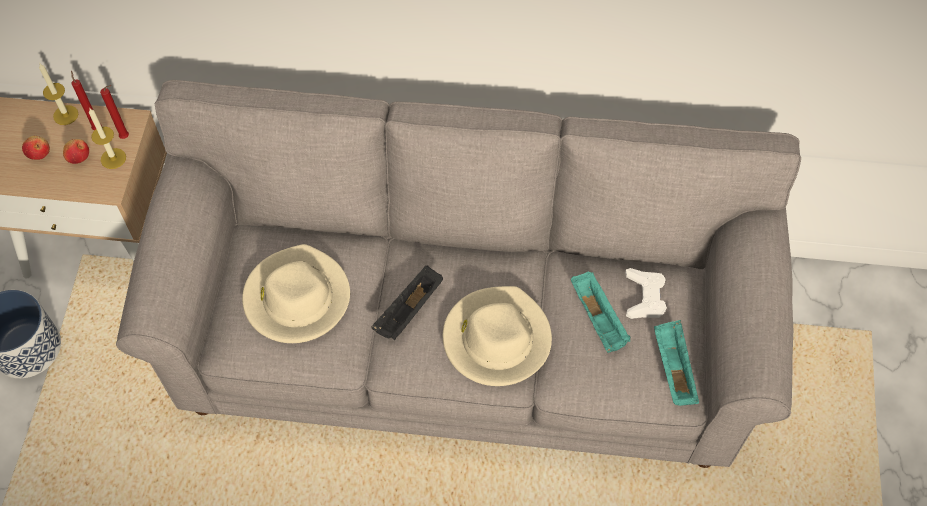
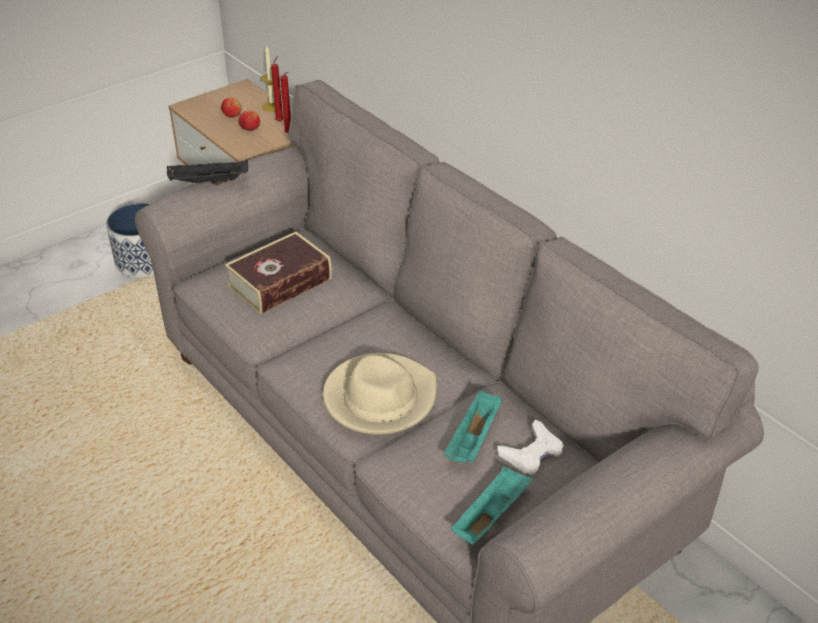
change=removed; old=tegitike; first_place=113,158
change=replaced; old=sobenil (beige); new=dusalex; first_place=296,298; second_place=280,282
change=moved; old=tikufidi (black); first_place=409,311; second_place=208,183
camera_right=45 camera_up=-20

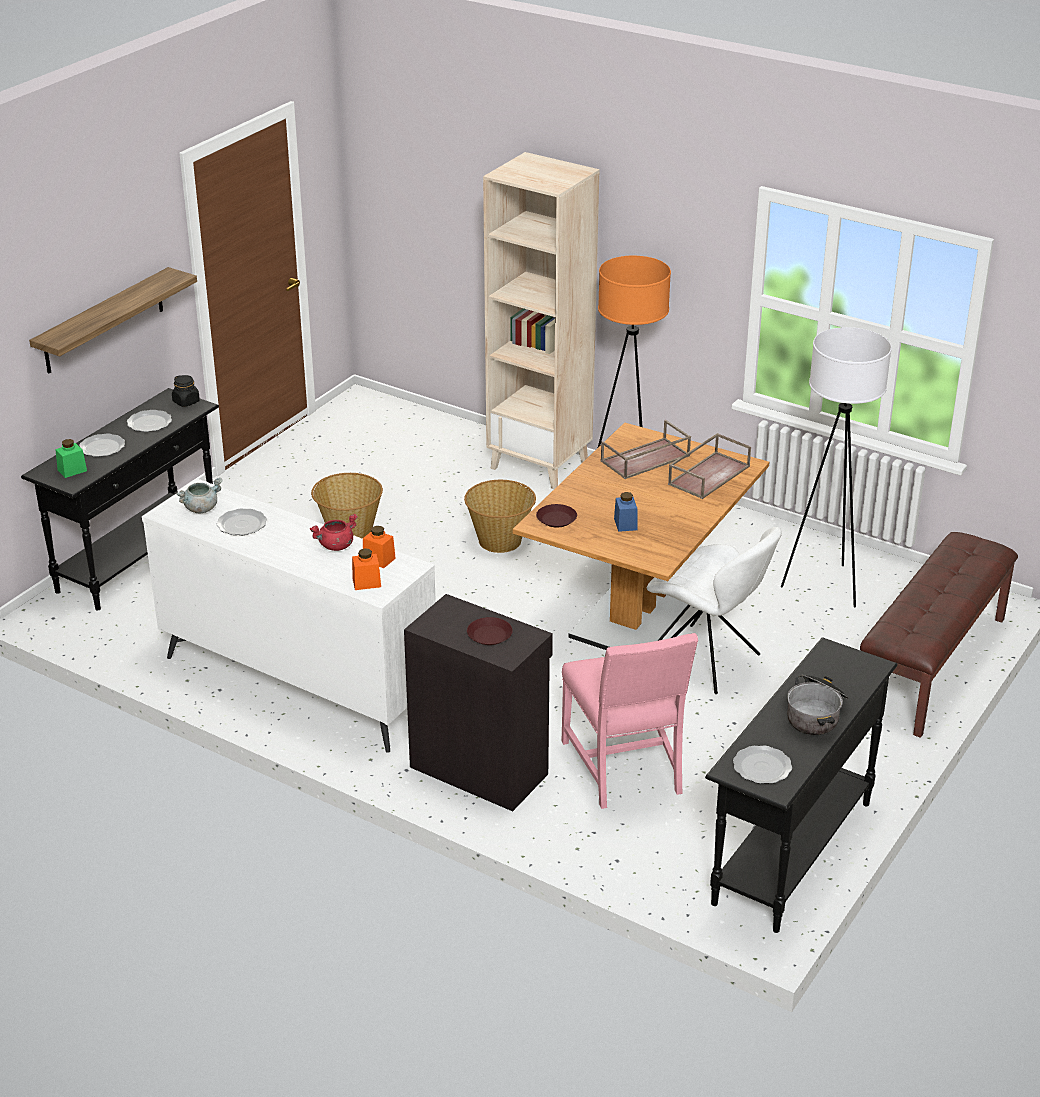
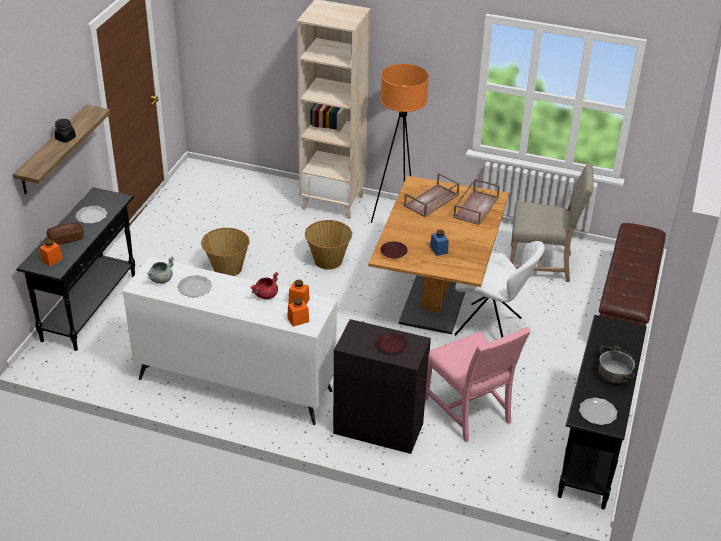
change=recoloured; old=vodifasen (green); new=vodifasen (orange); first_place=72,470; second_place=52,260
change=replaced; old=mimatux; new=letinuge; first_place=103,447; second_place=66,239
change=moved; old=vodifasen (black); first_place=186,402; second_place=65,138
change=replaced; old=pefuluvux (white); new=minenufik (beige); first_place=825,586; second_place=542,264
camera_right=-15 camera_up=5

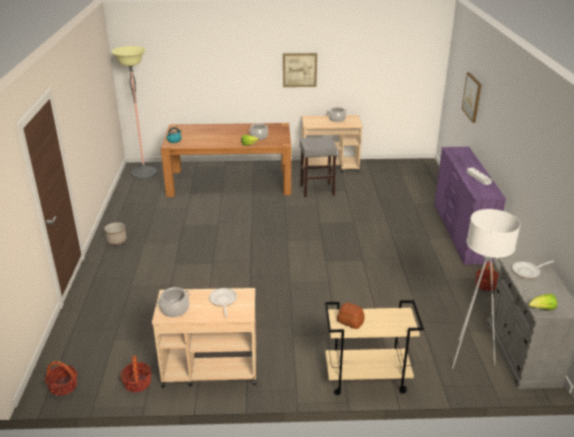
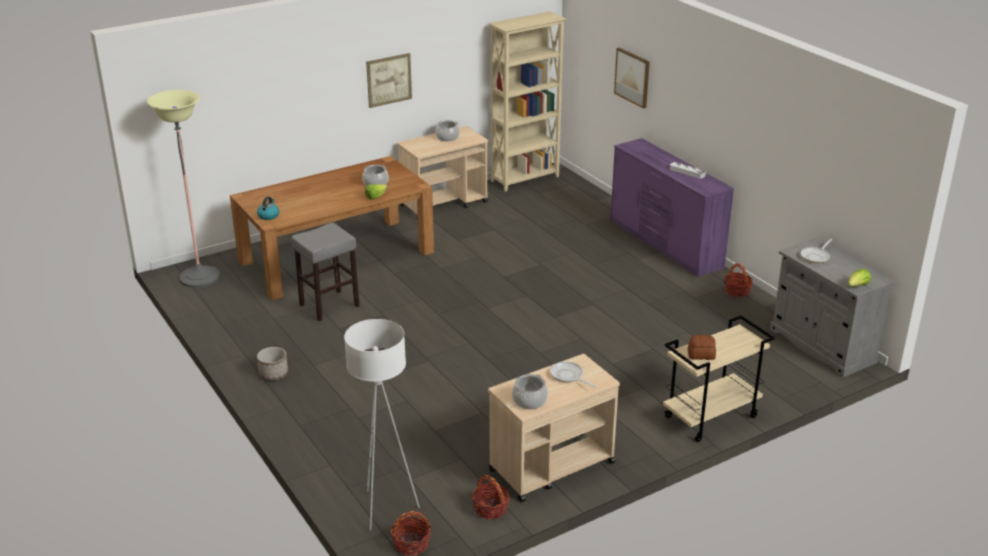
change=moved; old=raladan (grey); first_place=316,190; second_place=328,306
change=moved; old=pefuluvux (white); first_place=468,356; second_place=385,508
change=added; new=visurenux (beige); second_place=526,179
camera_right=-30 camera_up=0

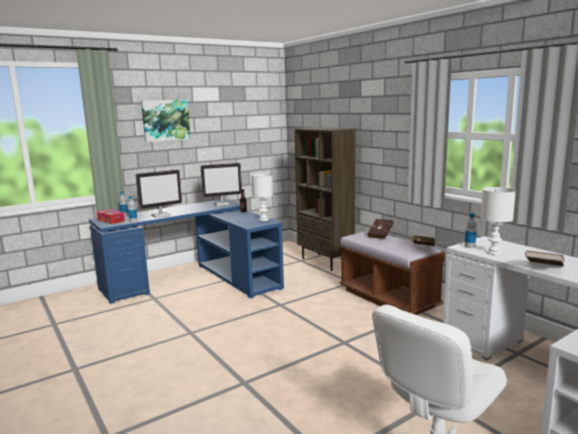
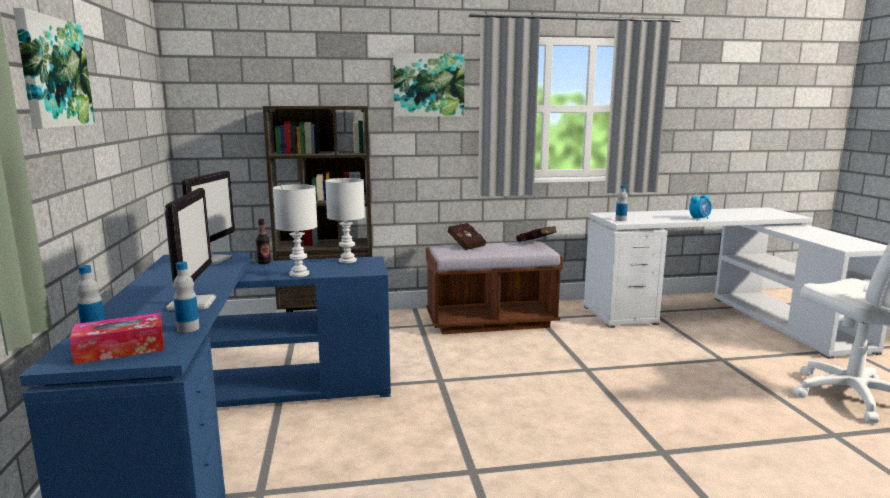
change=moved; old=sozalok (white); first_place=493,252; second_place=298,274
change=replaced; old=dusalex (brown); new=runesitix; first_place=543,269; second_place=699,219
change=added; new=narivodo; second_place=428,85
camera_right=-65 camera_up=0

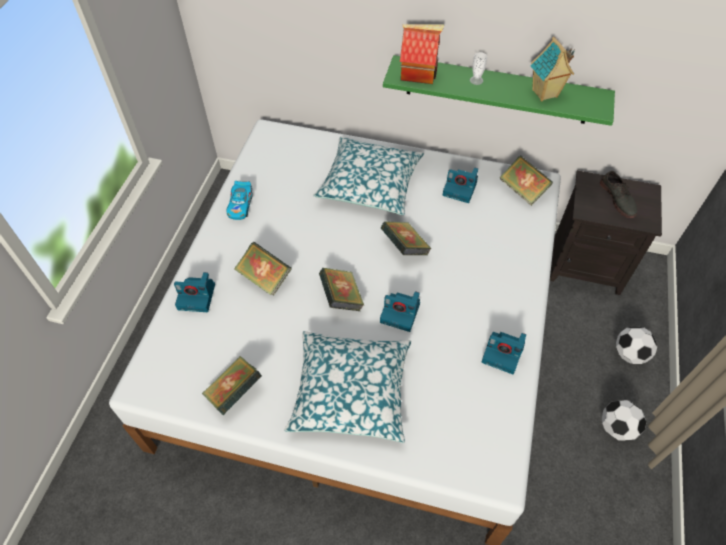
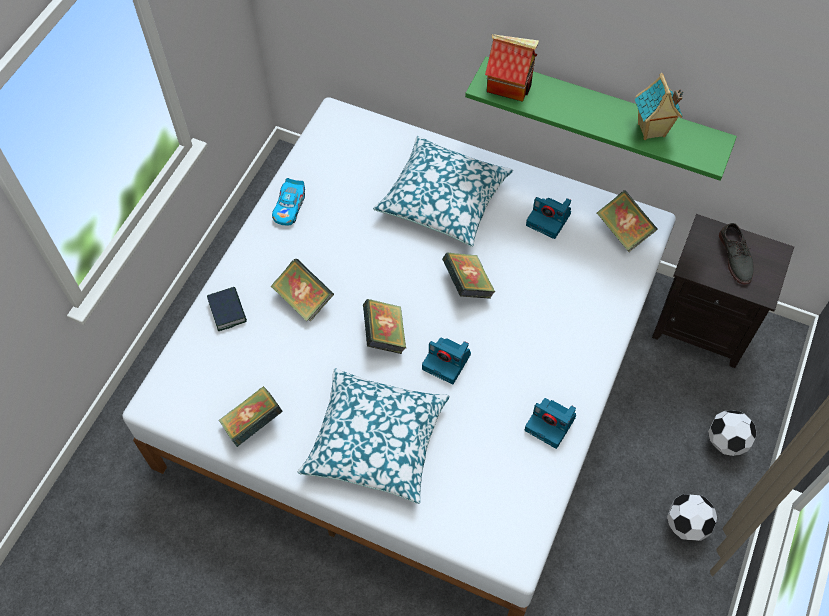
change=replaced; old=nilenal; new=dusalex; first_place=197,296; second_place=227,311
change=removed; old=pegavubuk; first_place=476,80
camera_right=10 camera_up=5

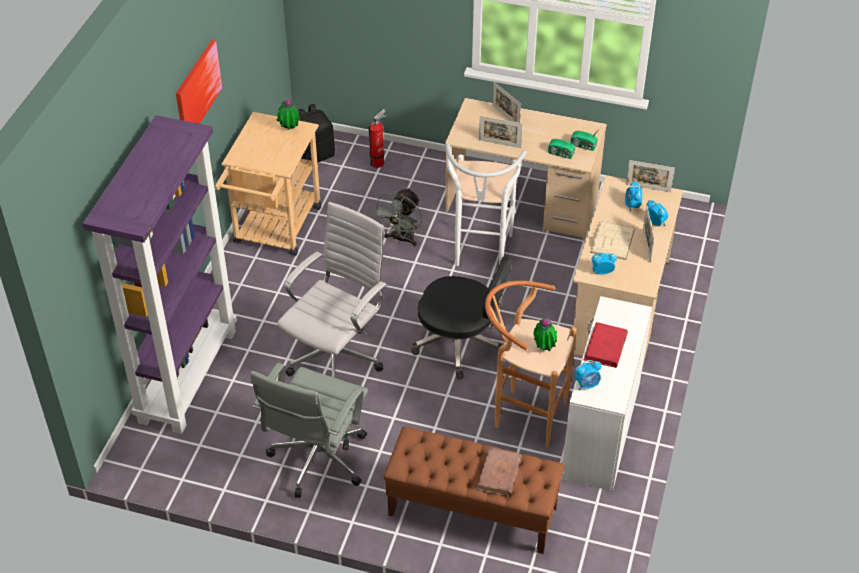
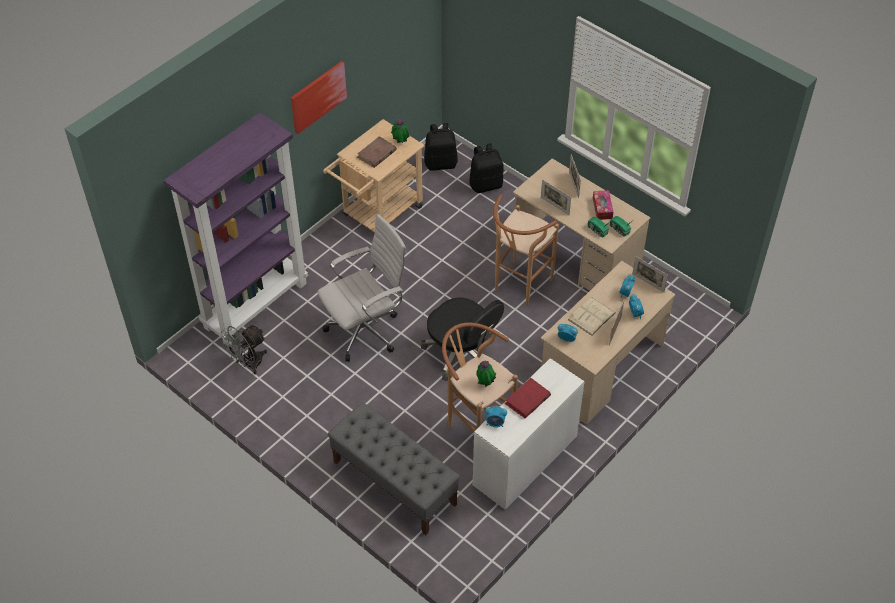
change=removed; old=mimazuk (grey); first_place=316,462
change=replaced; old=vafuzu; new=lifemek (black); first_place=378,162; second_place=486,184
change=moved; old=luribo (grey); first_place=401,239; second_place=248,363
change=recoloured; old=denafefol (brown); new=denafefol (grey); first_place=472,510; second_place=394,483
change=recoloured; old=raladan (white); new=raladan (brown); first_place=481,254; second_place=519,287
change=moved; old=dusalex (brown); first_place=499,474; second_place=376,154
change=added; new=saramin; second_place=602,208
camera_right=25 camera_up=5

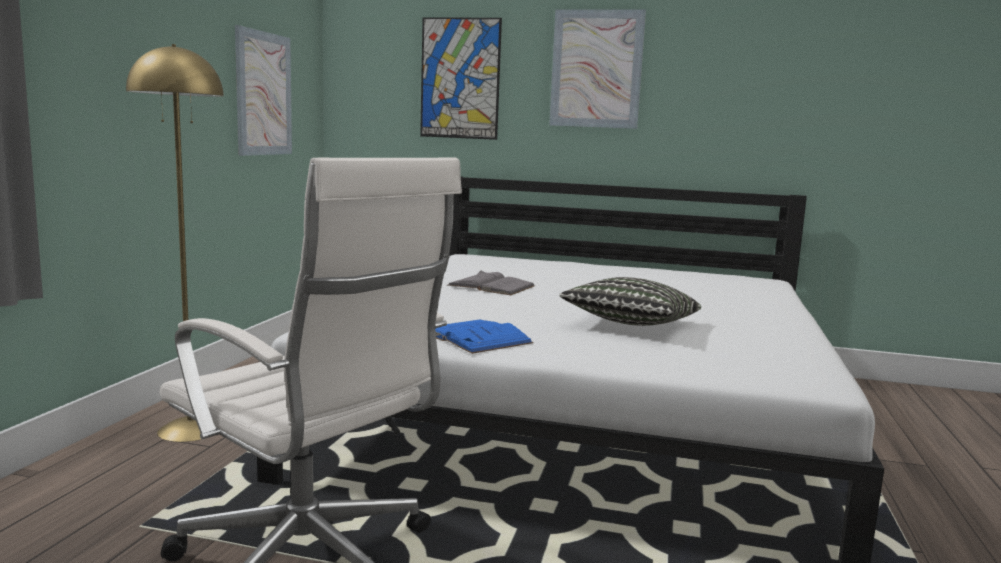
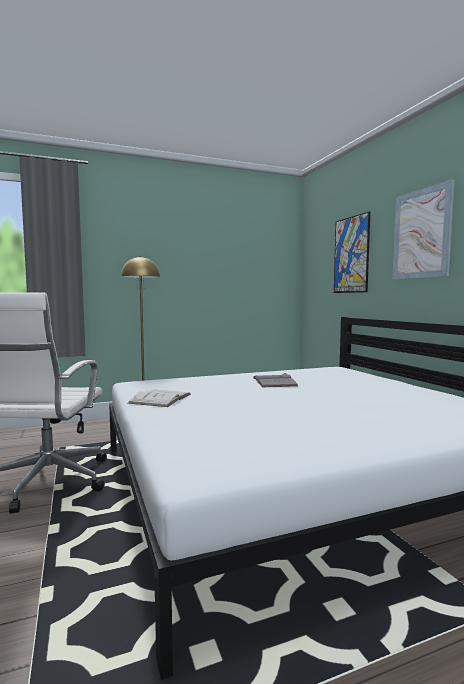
change=removed; old=narivodo; first_place=263,94
change=recoloured; old=dusalex (blue); new=dusalex (white); first_place=475,337; second_place=160,398
change=removed; old=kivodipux; first_place=630,325
camera_right=55 camera_up=-5

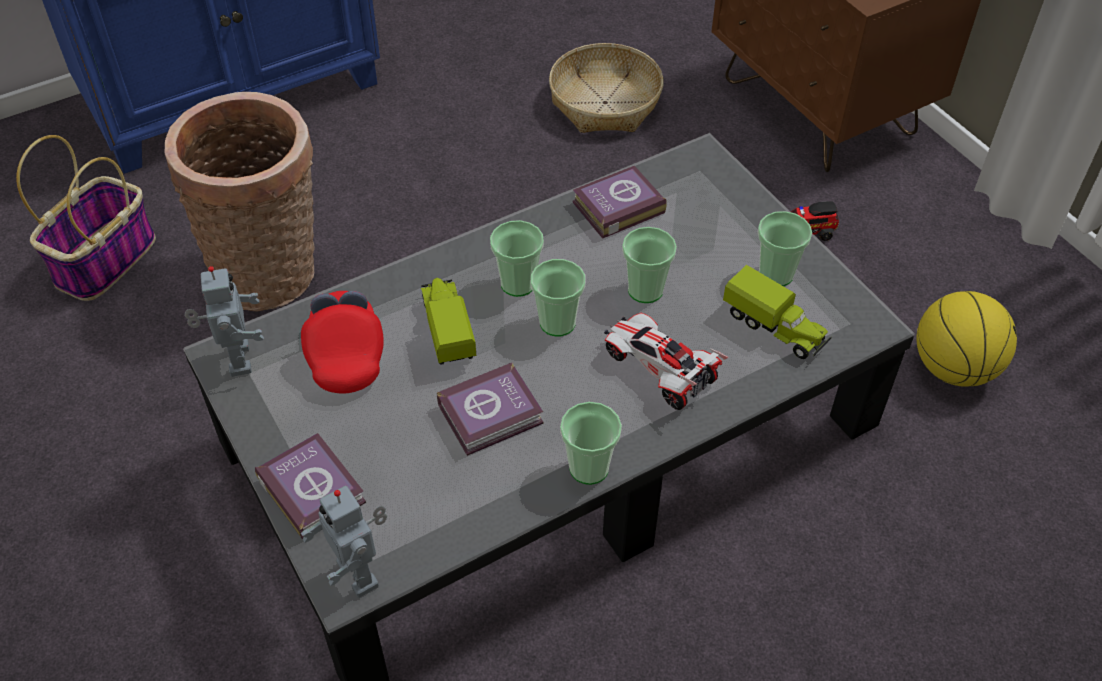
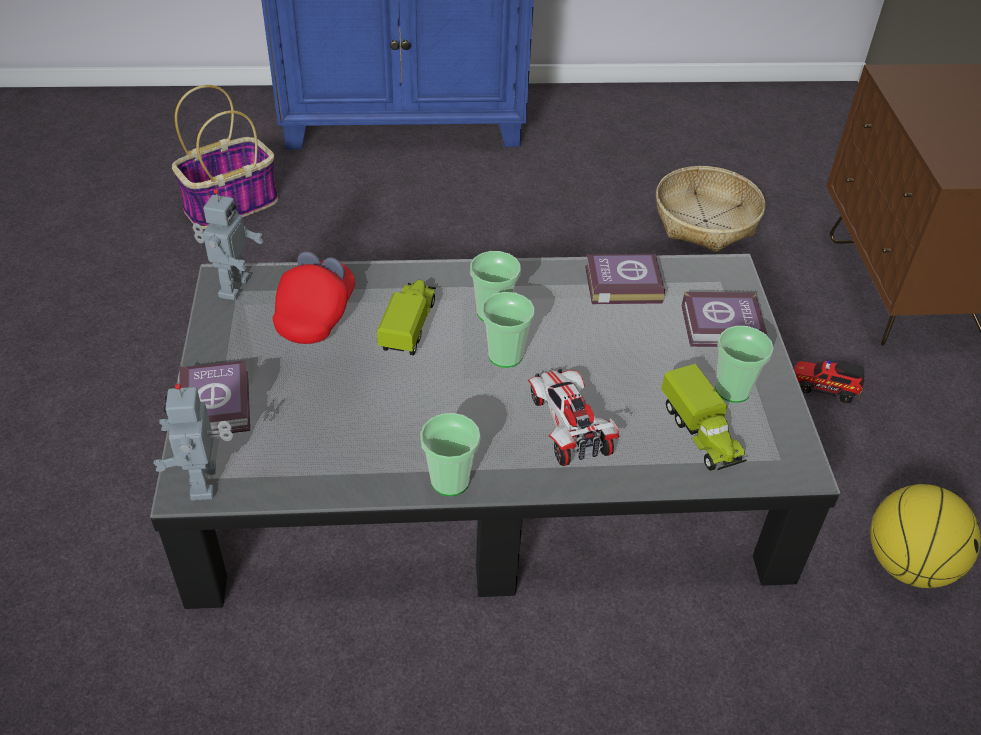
change=removed; old=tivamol; first_place=272,274
change=moved; old=dusalex; first_place=493,414; second_place=724,327
change=removed; old=pegavubuk; first_place=645,290
camera_right=25 camera_up=-5

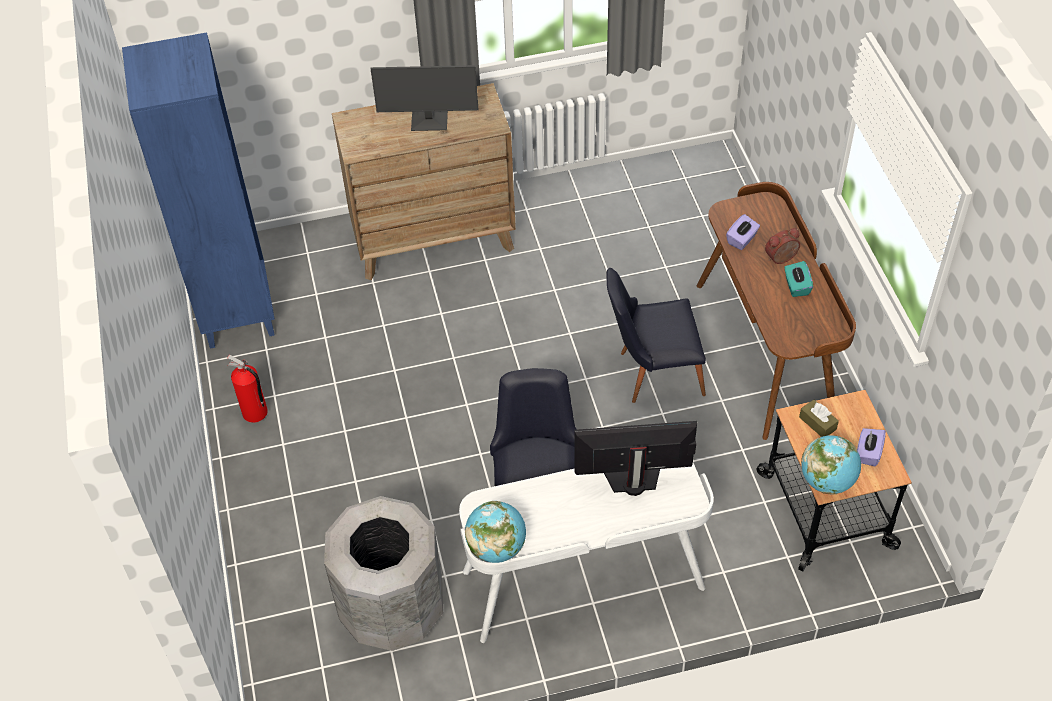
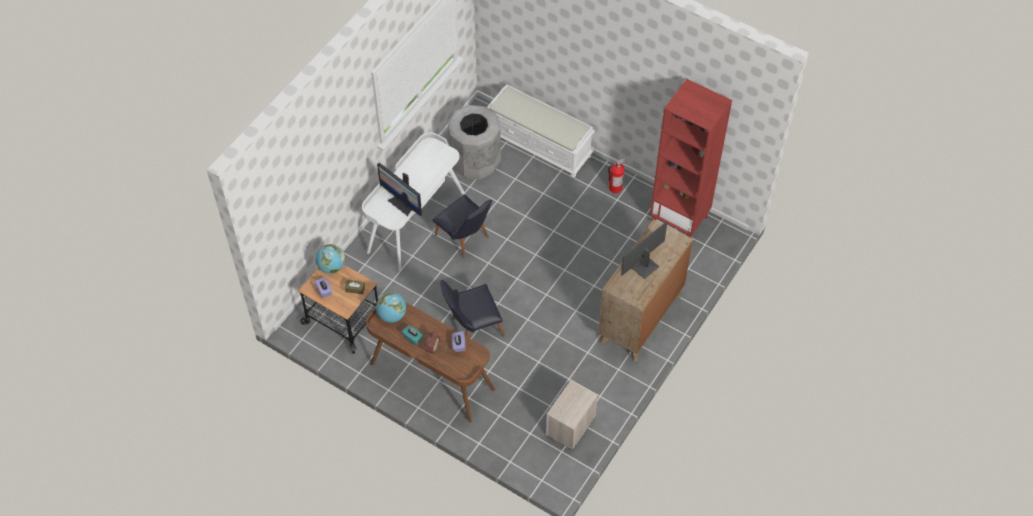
change=recoloured; old=visurenux (blue); new=visurenux (red); first_place=236,312; second_place=680,219
change=moved; old=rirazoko; first_place=496,547; second_place=392,315
change=turned; old=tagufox; first_place=633,482; second_place=402,204; degrees=90
change=turned; old=minenufik (black); first_place=652,373; second_place=472,327; degrees=-150
change=added; new=denafefol (white); second_place=540,145
change=added; new=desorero; second_place=570,426
camera_right=135 camera_up=5

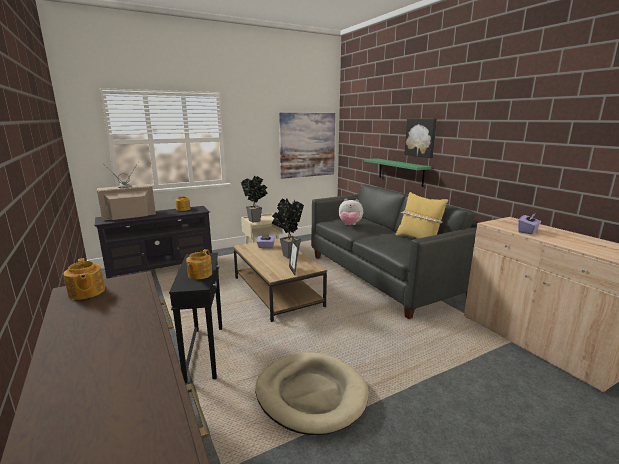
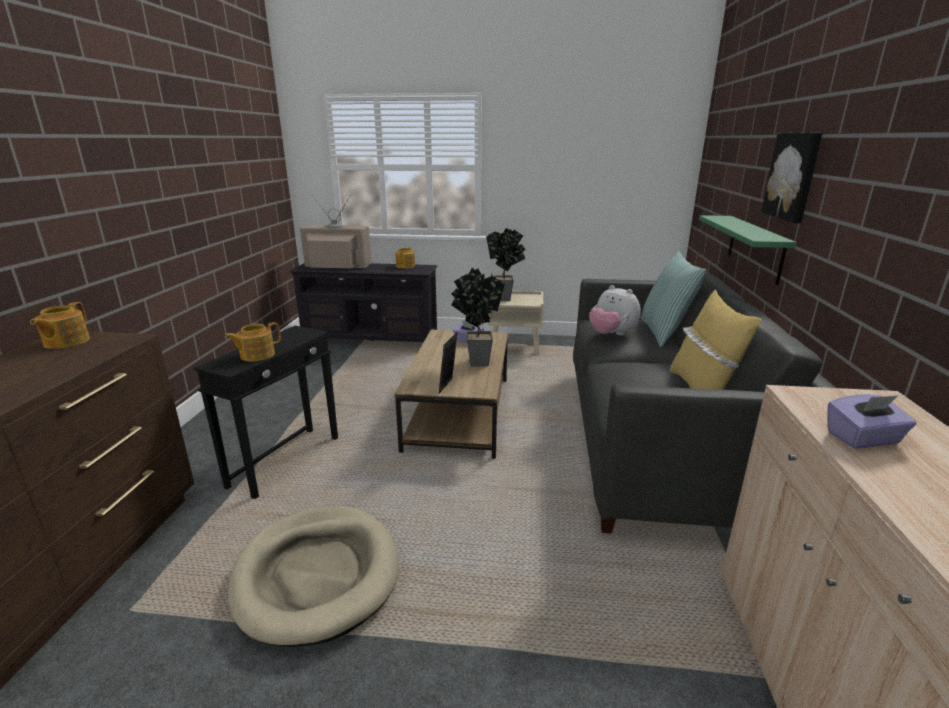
change=removed; old=narivodo; first_place=307,145
change=added; new=kivodipux; second_place=664,333
camera_right=35 camera_up=5

